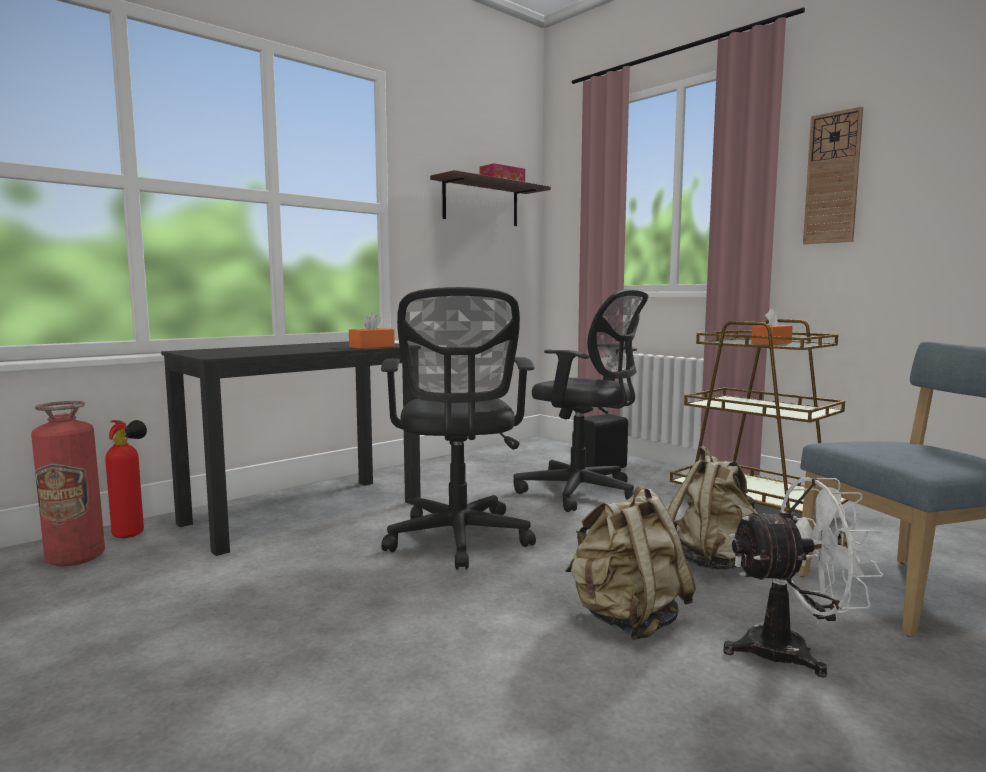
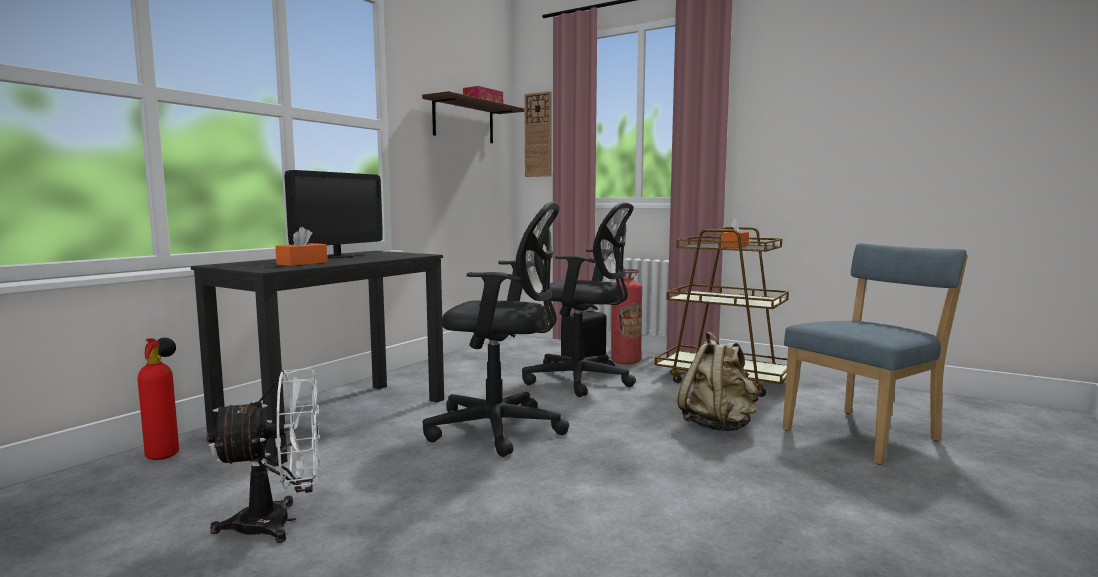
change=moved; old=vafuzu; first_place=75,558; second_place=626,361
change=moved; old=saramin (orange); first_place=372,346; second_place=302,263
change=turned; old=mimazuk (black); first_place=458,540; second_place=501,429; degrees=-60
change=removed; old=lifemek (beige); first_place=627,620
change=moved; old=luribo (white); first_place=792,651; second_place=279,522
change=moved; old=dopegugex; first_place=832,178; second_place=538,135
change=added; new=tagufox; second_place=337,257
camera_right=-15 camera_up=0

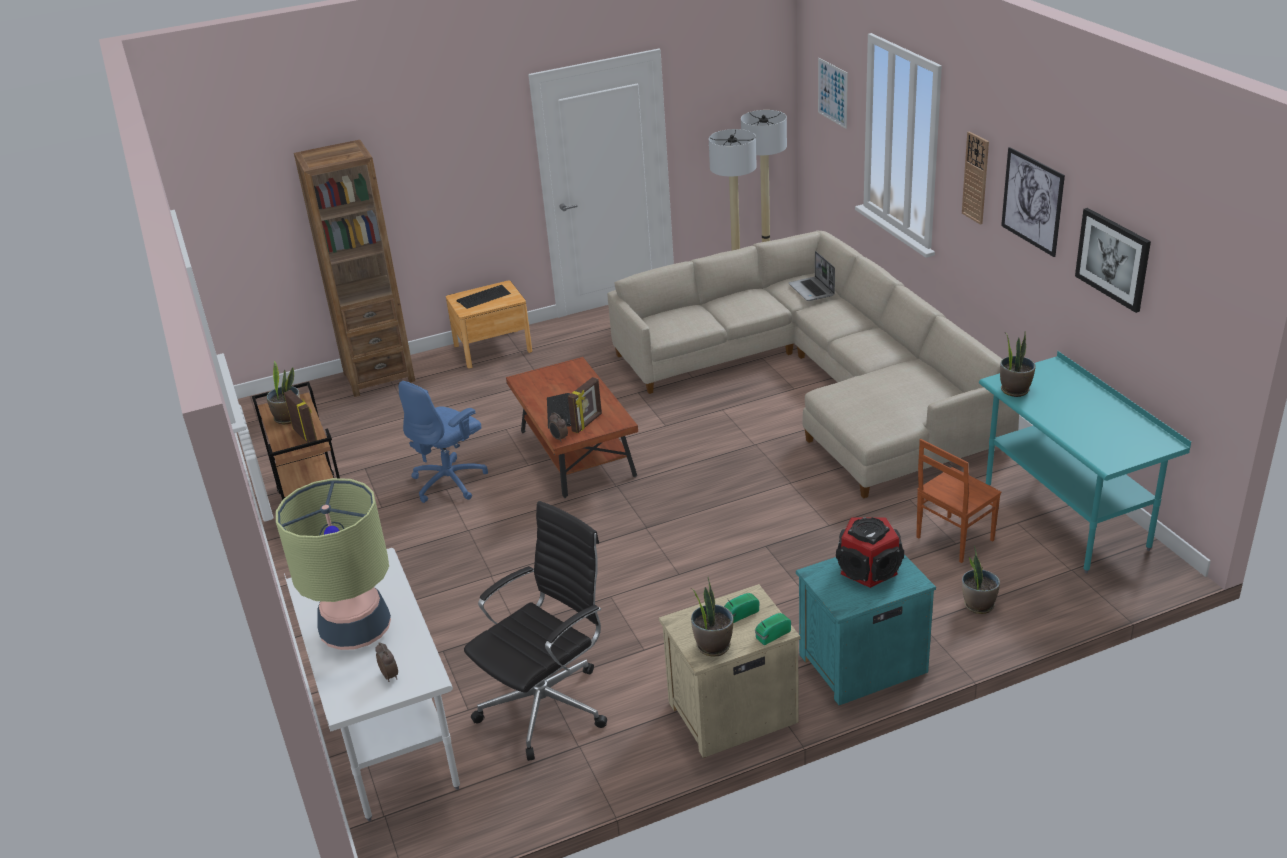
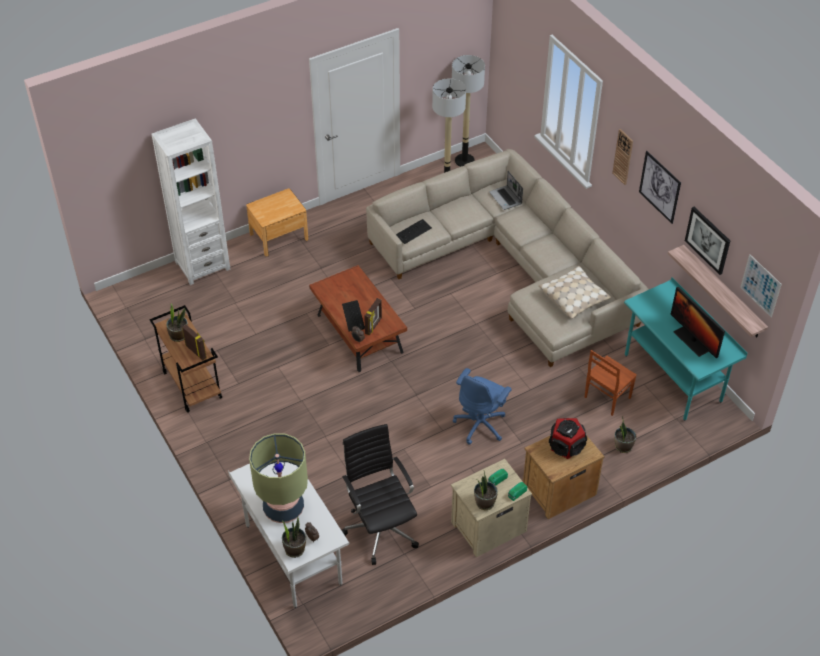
change=recoloured; old=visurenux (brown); new=visurenux (white); first_place=379,377; second_place=202,265
change=moved; old=mimazuk (blue); first_place=450,482; second_place=480,424
change=moved; old=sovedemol; first_place=484,297; second_place=413,232
change=turned; old=mimazuk (black); first_place=547,705; second_place=380,527; degrees=-60
change=recoloured; old=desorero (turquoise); new=desorero (brown); first_place=860,663; second_place=558,490
change=moved; old=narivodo; first_place=832,93; second_place=760,285
change=moved; old=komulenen; first_place=1014,390; second_place=295,549
change=added; new=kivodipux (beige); second_place=574,297
change=added; new=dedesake; second_place=722,292
change=added; new=tagufox; second_place=692,340
camera_right=-10 camera_up=15

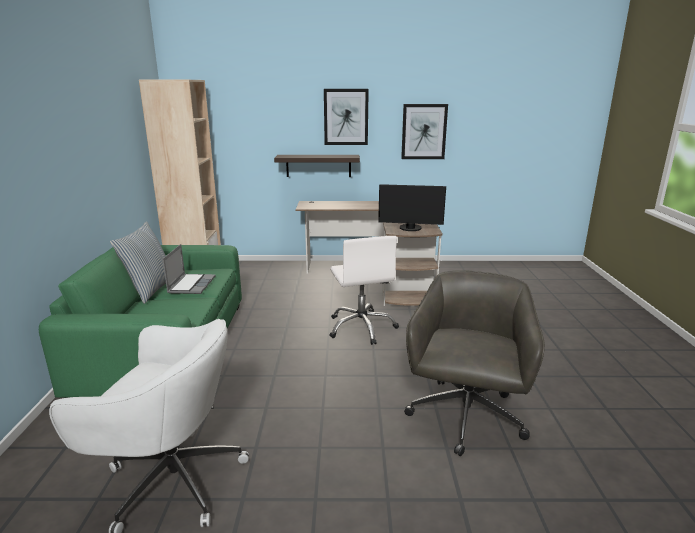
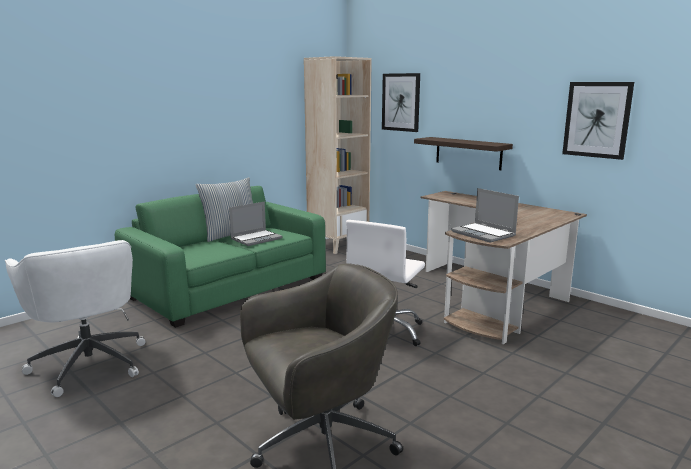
change=moved; old=narivodo; first_place=346,117; second_place=401,102
change=replaced; old=tagufox; new=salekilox; first_place=410,228; second_place=484,234
camera_right=45 camera_up=-5

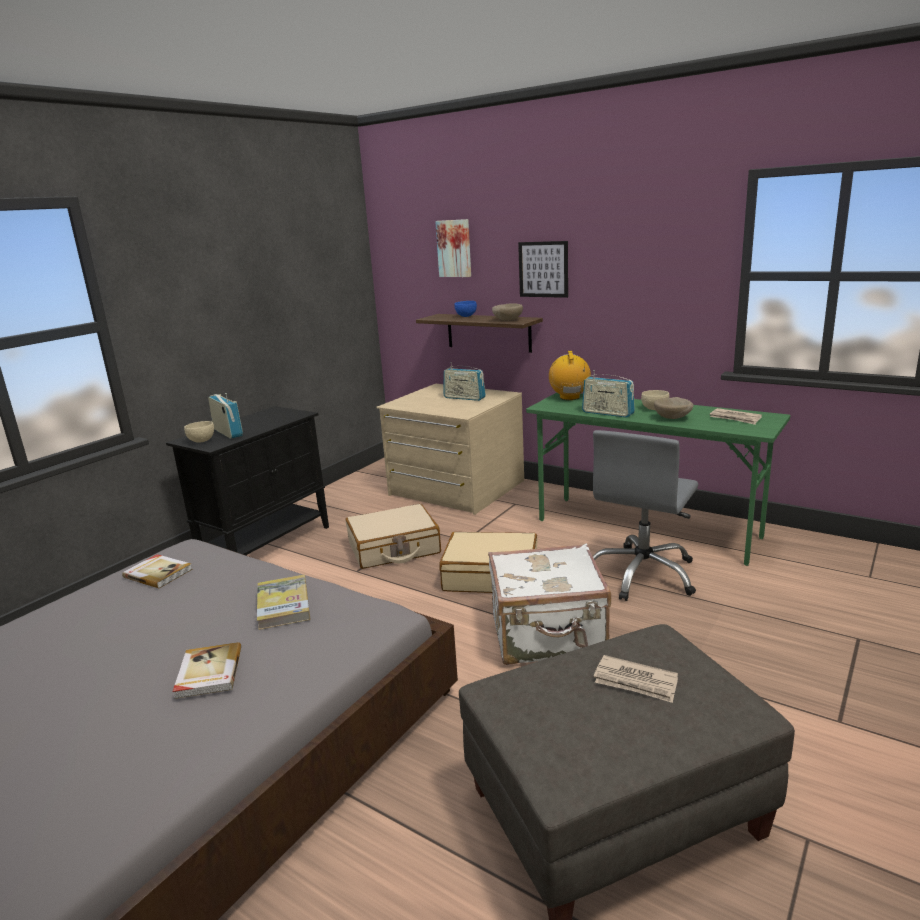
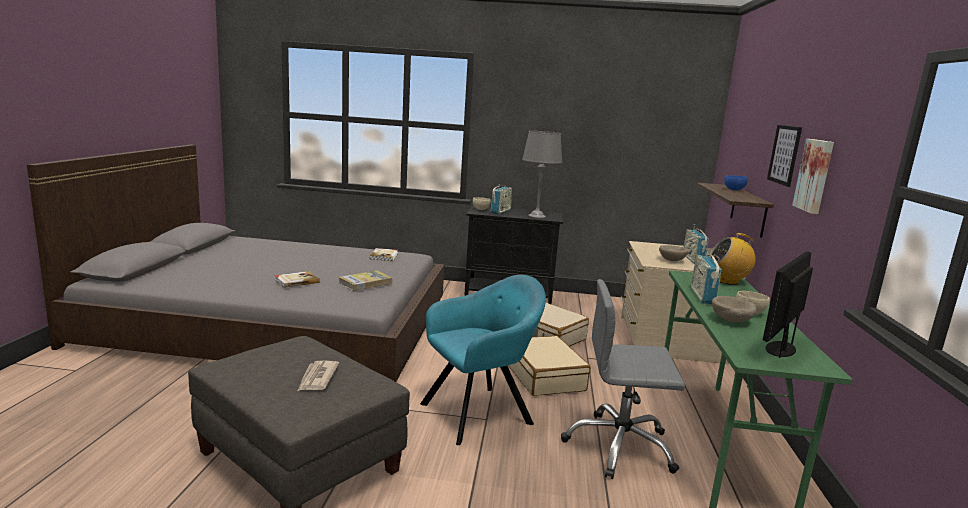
change=moved; old=narivodo; first_place=454,248; second_place=815,175
change=replaced; old=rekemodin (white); new=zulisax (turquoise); first_place=548,636; second_place=480,412
change=moved; old=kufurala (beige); first_place=507,320; second_place=672,260
change=turned; old=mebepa; first_place=569,397; second_place=727,281; degrees=-150
change=replaced; old=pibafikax; new=tagufox; first_place=735,418; second_place=780,348
change=added; new=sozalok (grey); second_place=536,216
camera_right=60 camera_up=-5

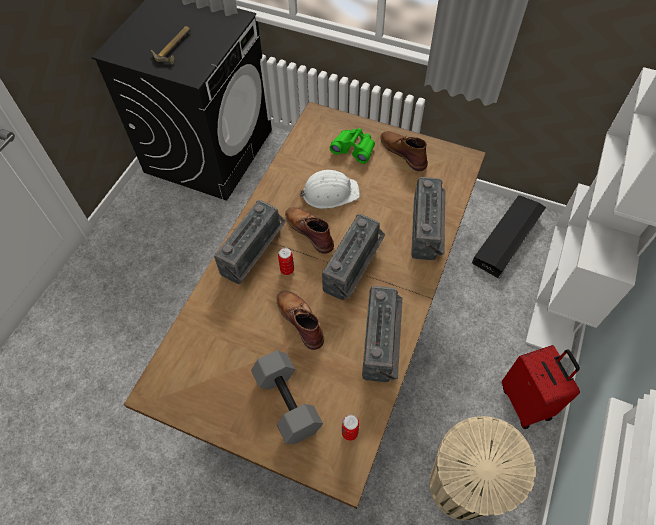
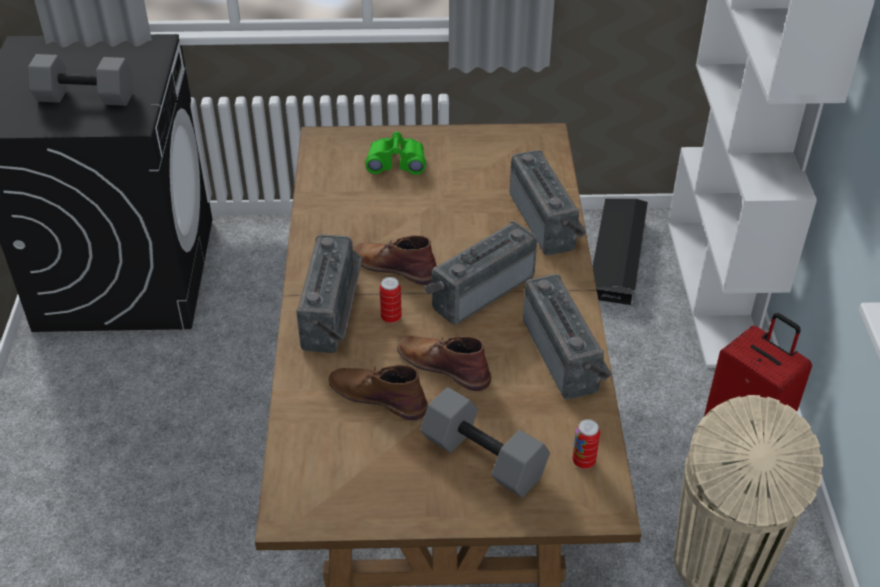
change=replaced; old=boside; new=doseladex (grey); first_place=175,47; second_place=84,98
change=removed; old=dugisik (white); first_place=329,193
change=turned; old=mebepa; first_place=354,269; second_place=479,289; degrees=-135
change=moved; old=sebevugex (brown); first_place=403,152; second_place=377,395
camera_right=-25 camera_up=-15

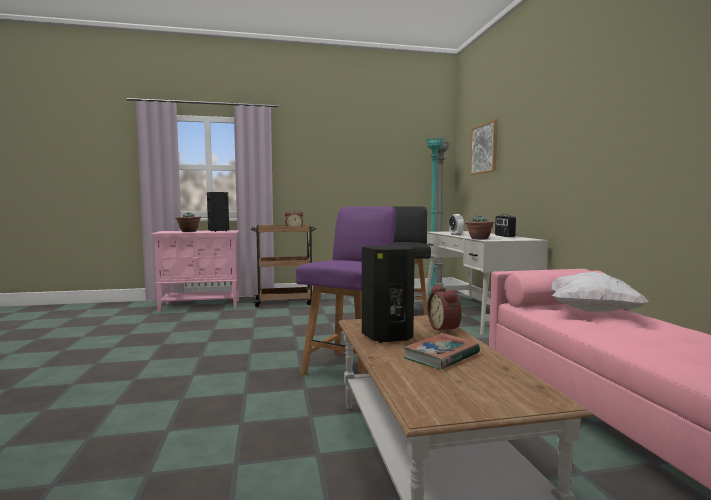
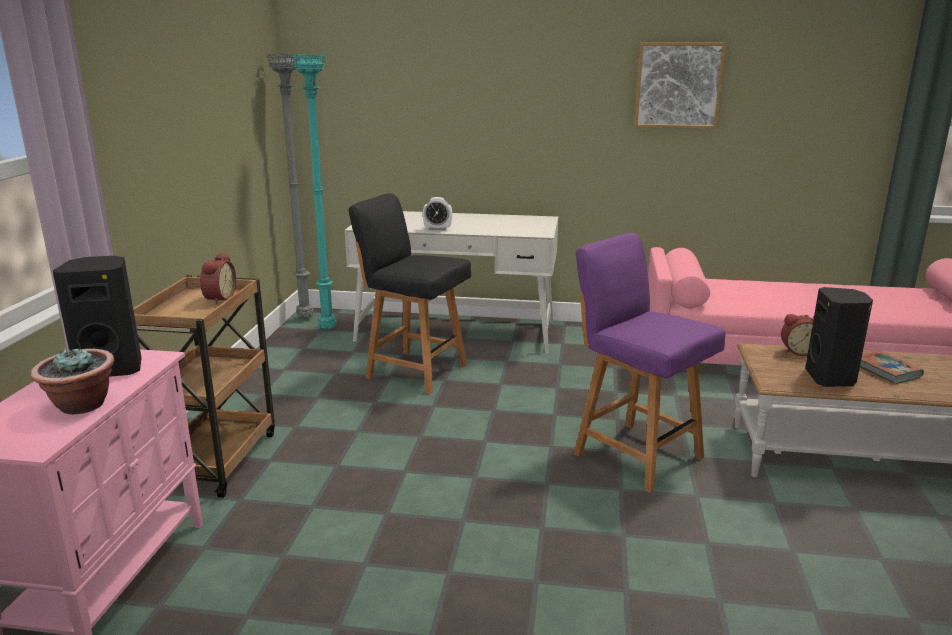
change=removed; old=komulenen; first_place=479,238
change=moved; old=narivodo; first_place=484,148; second_place=678,85
change=removed; old=mebepa; first_place=504,236
change=removed; old=kivodipux (white); first_place=591,311
camera_right=-70 camera_up=15

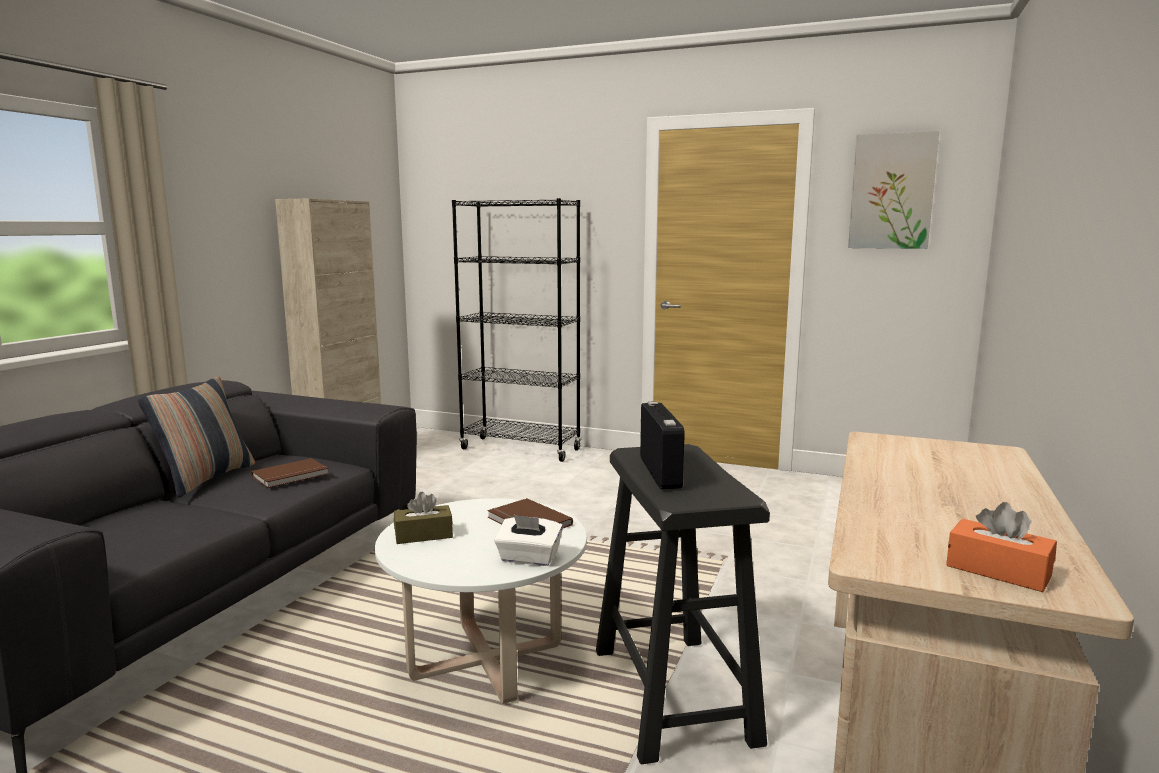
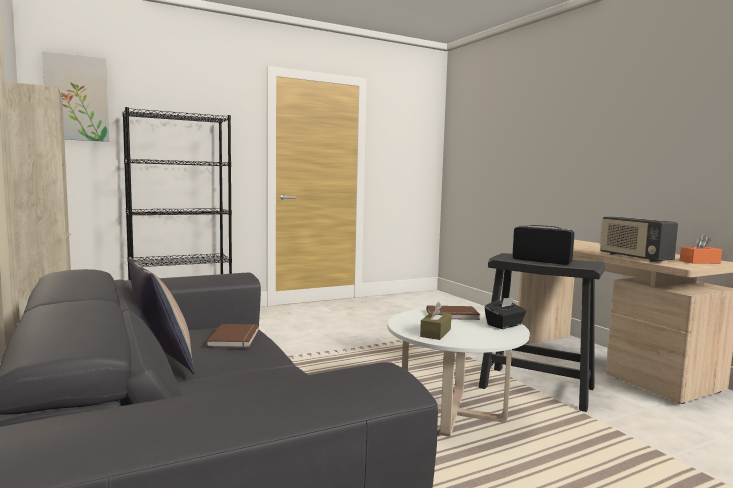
change=recoloured; old=saramin (white); new=saramin (black); first_place=528,558; second_place=504,325
change=moved; old=narivodo; first_place=892,191; second_place=76,98
change=added; new=mebepa; second_place=634,257
camera_right=-50 camera_up=-5

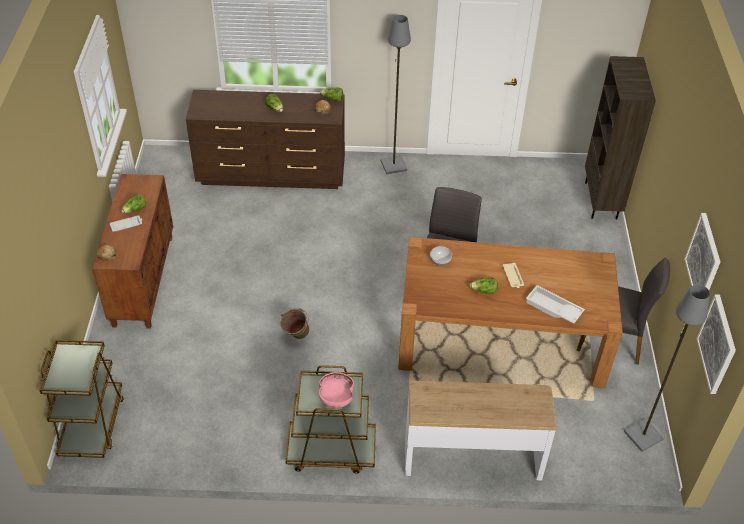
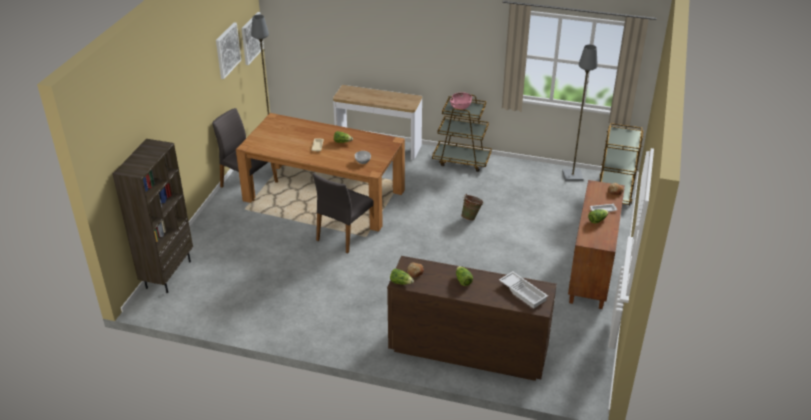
change=moved; old=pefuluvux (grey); first_place=393,166; second_place=572,175
change=moved; old=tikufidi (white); first_place=553,308; second_place=523,292
camera_right=-165 camera_up=-10

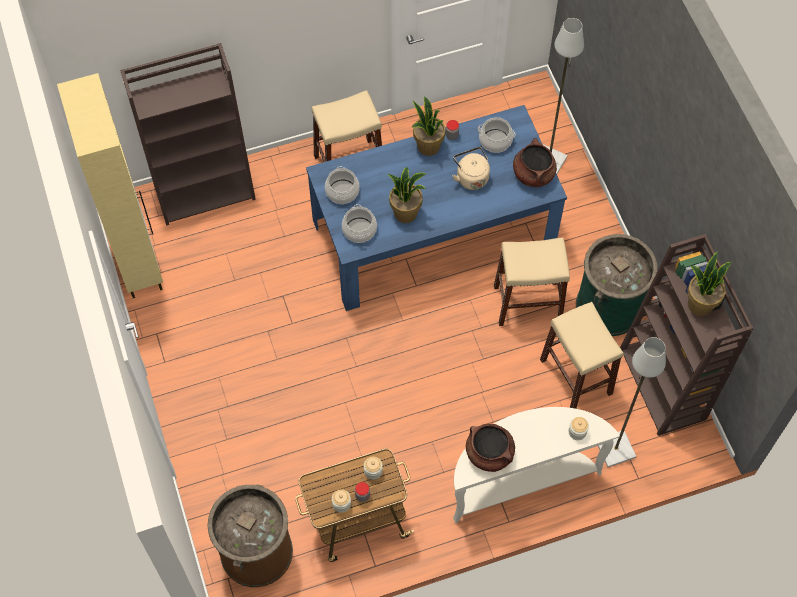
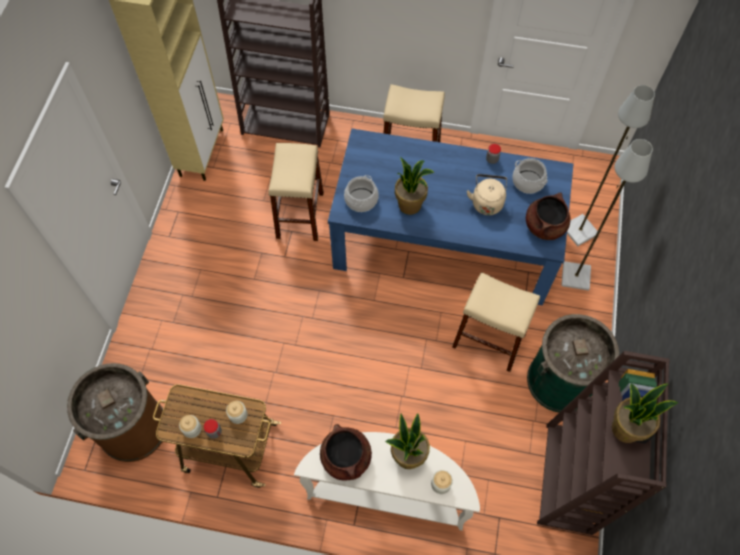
change=removed; old=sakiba; first_place=342,191
change=moved; old=komulenen; first_place=428,146; second_place=408,456
change=moved; old=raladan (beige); first_place=576,376; second_place=300,215
change=moved; old=pefuluvux (grey); first_place=615,450; second_place=575,277
camera_right=30 camera_up=0

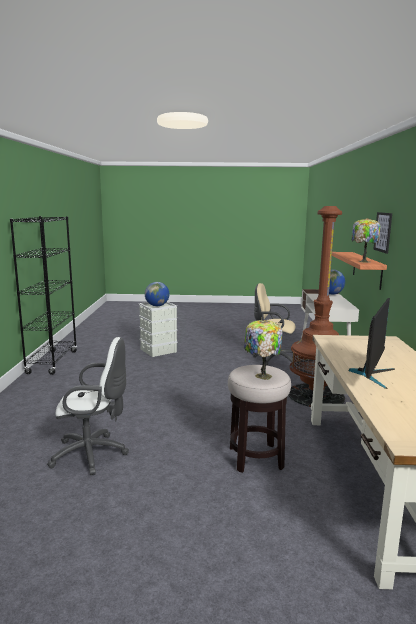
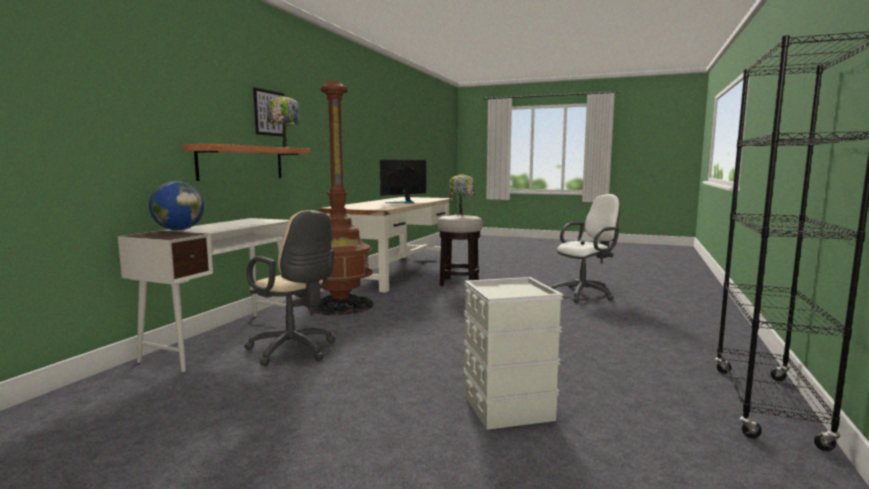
change=turned; old=mimazuk (white); first_place=93,454; second_place=585,294; degrees=135
change=removed; old=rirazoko; first_place=157,306
camera_right=-160 camera_up=-5

